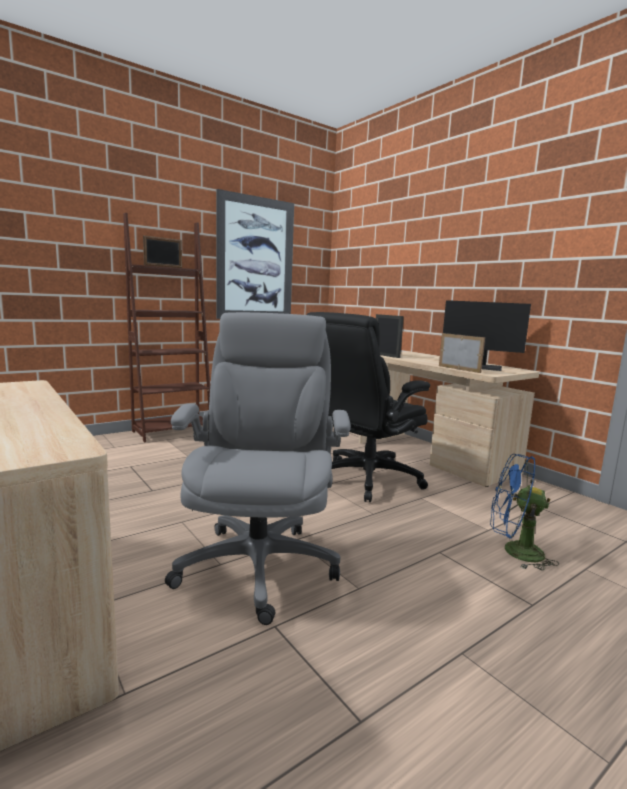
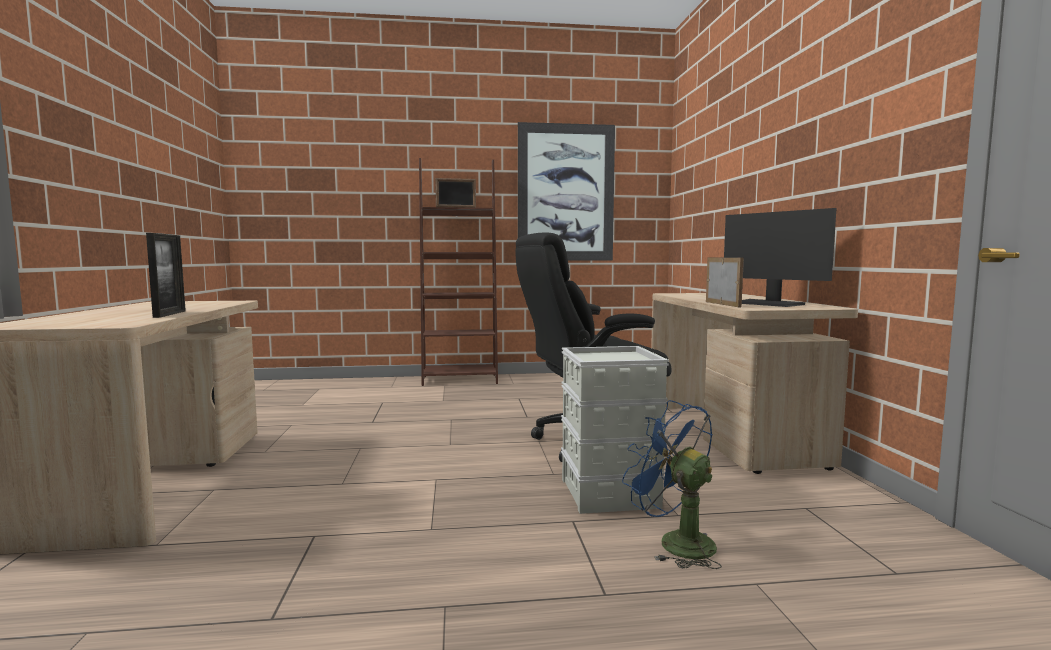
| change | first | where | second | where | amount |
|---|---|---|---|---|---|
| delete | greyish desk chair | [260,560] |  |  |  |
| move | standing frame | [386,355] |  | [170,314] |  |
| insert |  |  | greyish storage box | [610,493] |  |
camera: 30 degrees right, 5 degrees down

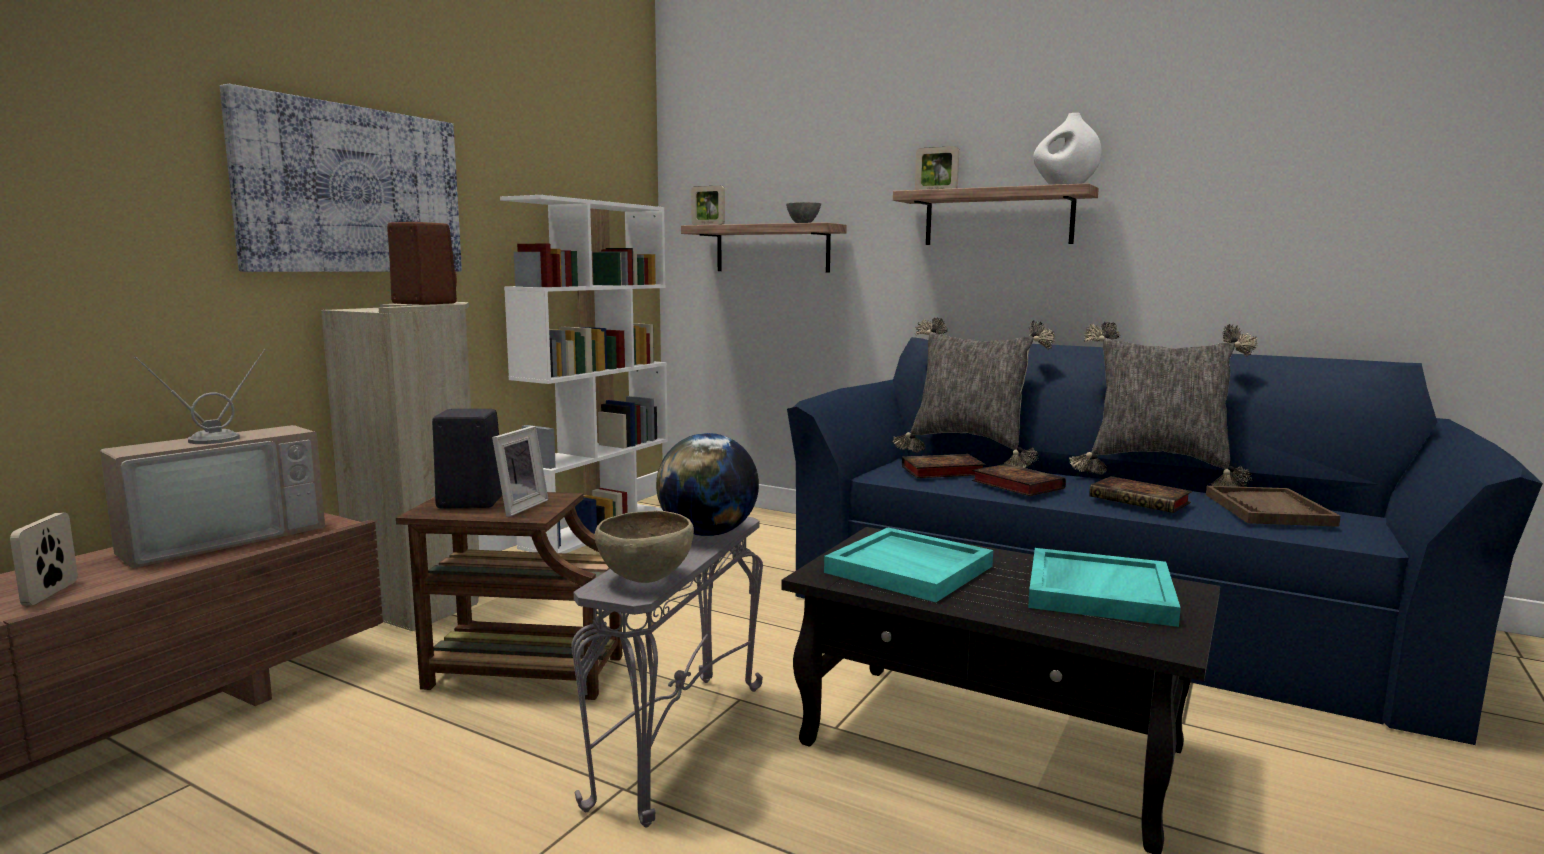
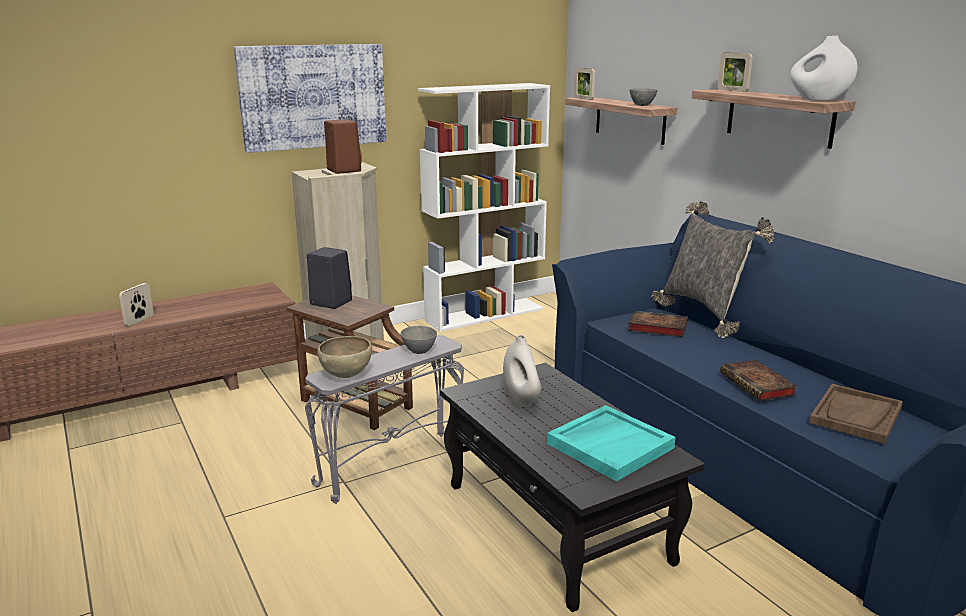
| change | first | where | second | where | amount |
|---|---|---|---|---|---|
| delete | cushion | [1156,480] |  |  |  |
| delete | television | [222,537] |  |  |  |
| delete | standing frame | [517,507] |  |  |  |
| replace | desk globe | [707,534] | greyish deep dish | [418,351] |  |
| delete | bound book | [1015,485] |  |  |  |
| replace | turquoise serving tray | [911,569] | white flower vase | [521,400] |  |
camera: 30 degrees right, 10 degrees up

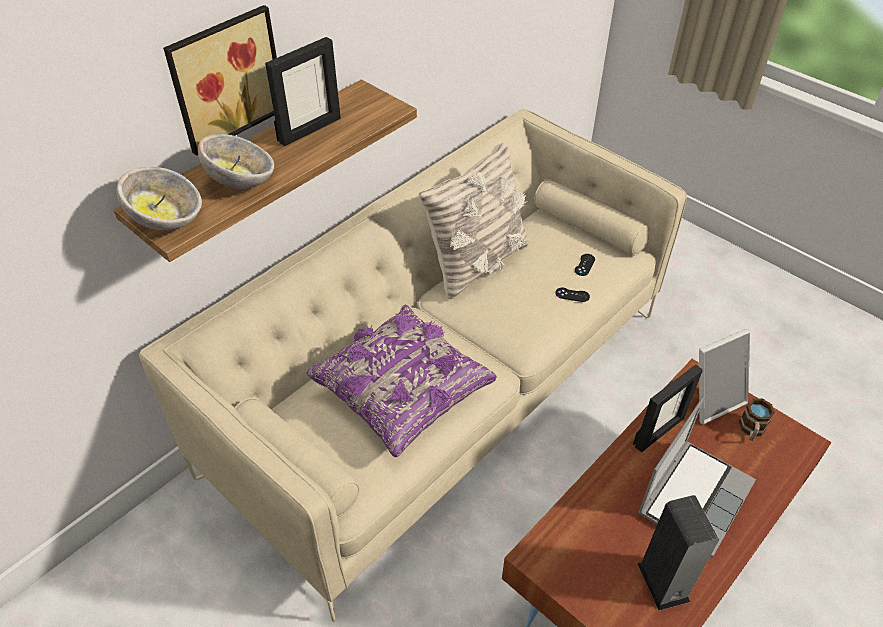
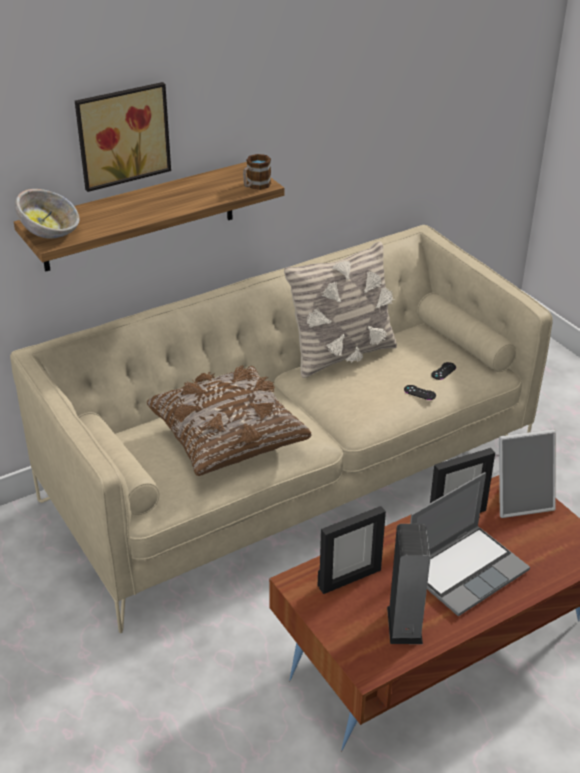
| change | first | where | second | where | amount |
|---|---|---|---|---|---|
| move | standing frame | [309,129] |  | [349,578] |  |
| delete | deep dish | [241,181] |  |  |  |
| recolor | purple cushion | [402,393] | brown-coloured cushion | [228,439] |  |
| move | tea mug | [751,430] |  | [255,186] |  |
camera: 15 degrees right, 10 degrees down

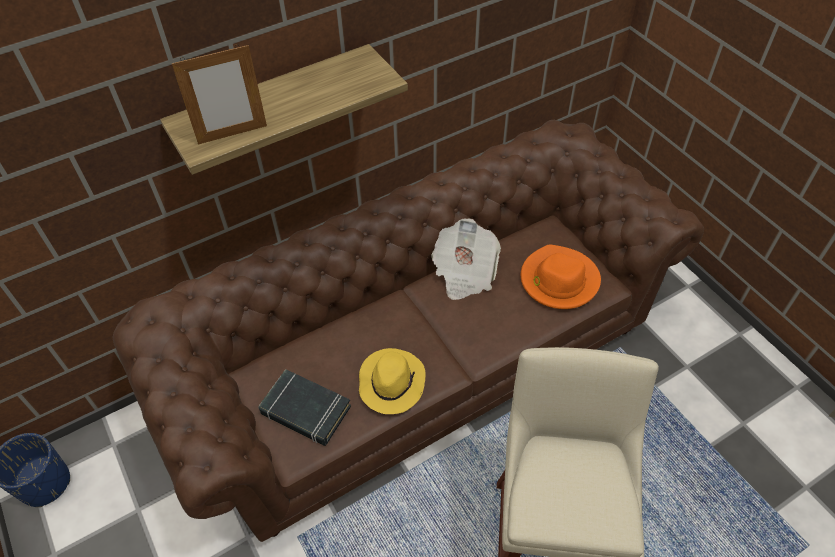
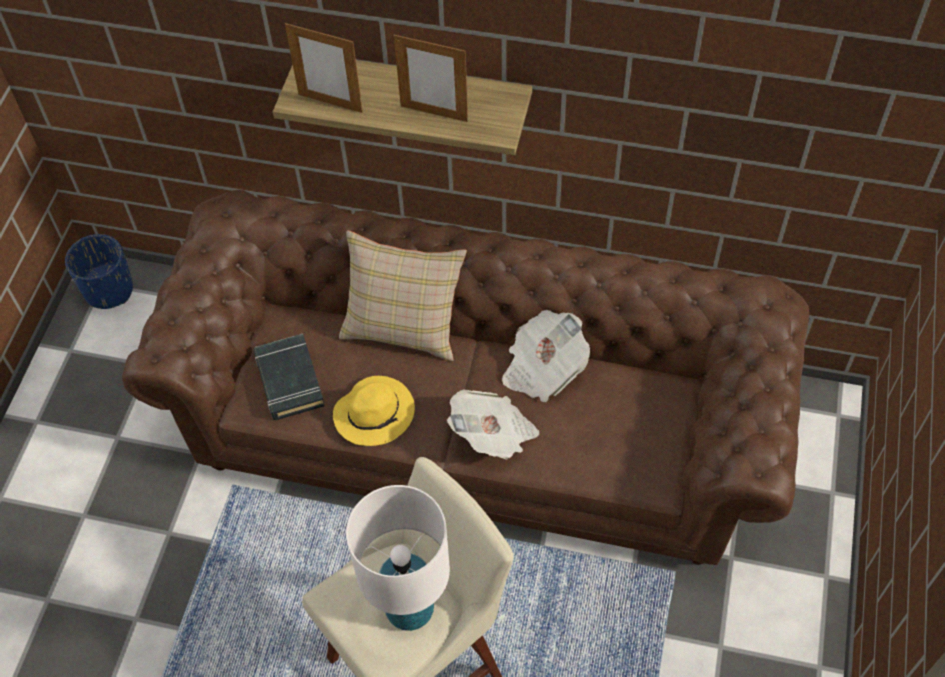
| change | first | where | second | where | amount |
|---|---|---|---|---|---|
| delete | orangey clothing hat | [558,280] |  |  |  |
| insert |  |  | standing frame | [434,113] |  |
| insert |  |  | beige cushion | [404,324] |  |
| insert |  |  | daily paper | [493,435] |  |
| insert |  |  | white tabletop lamp | [409,608] |  |
camera: 45 degrees right, 5 degrees up

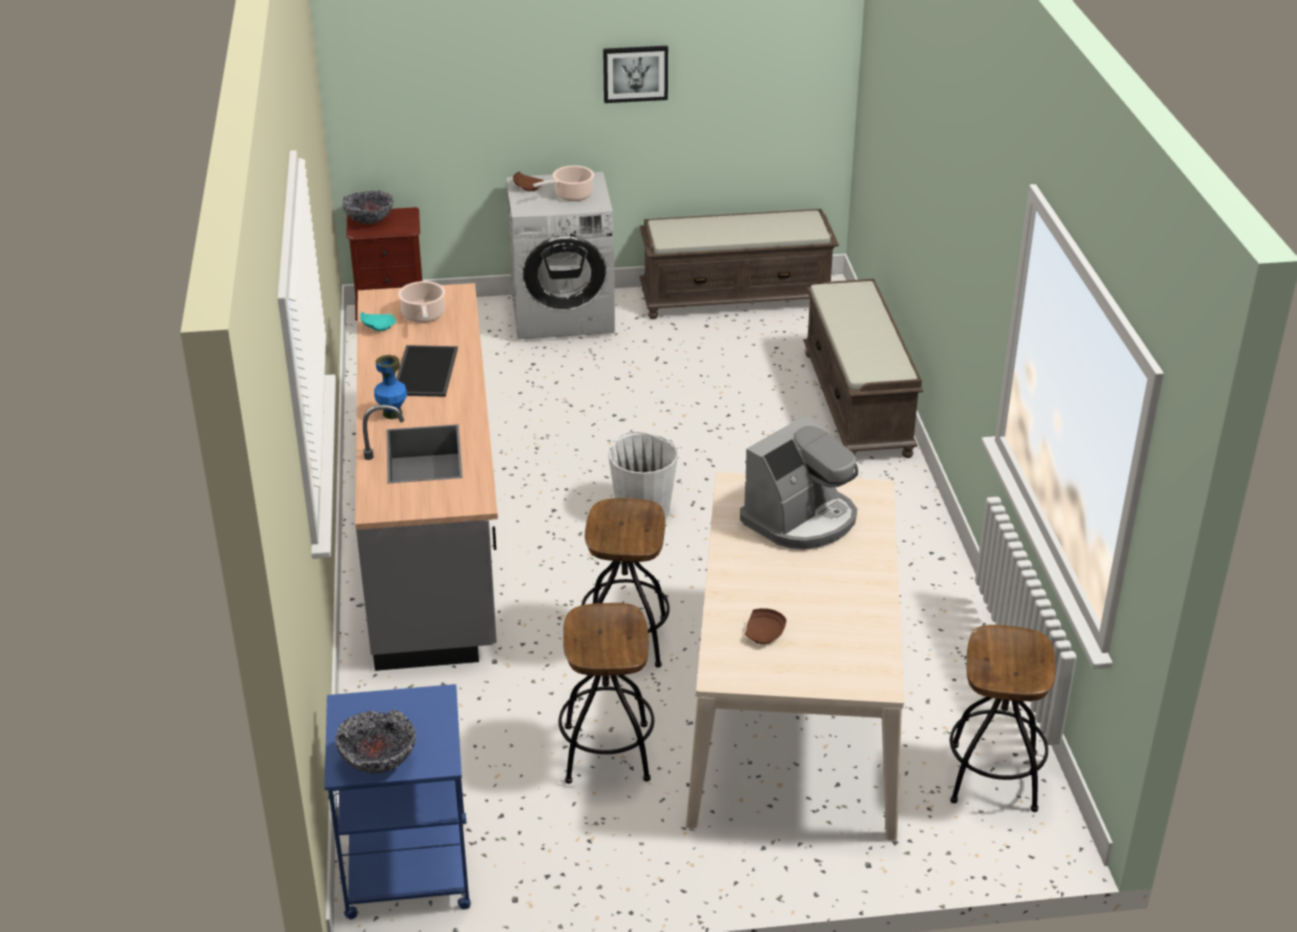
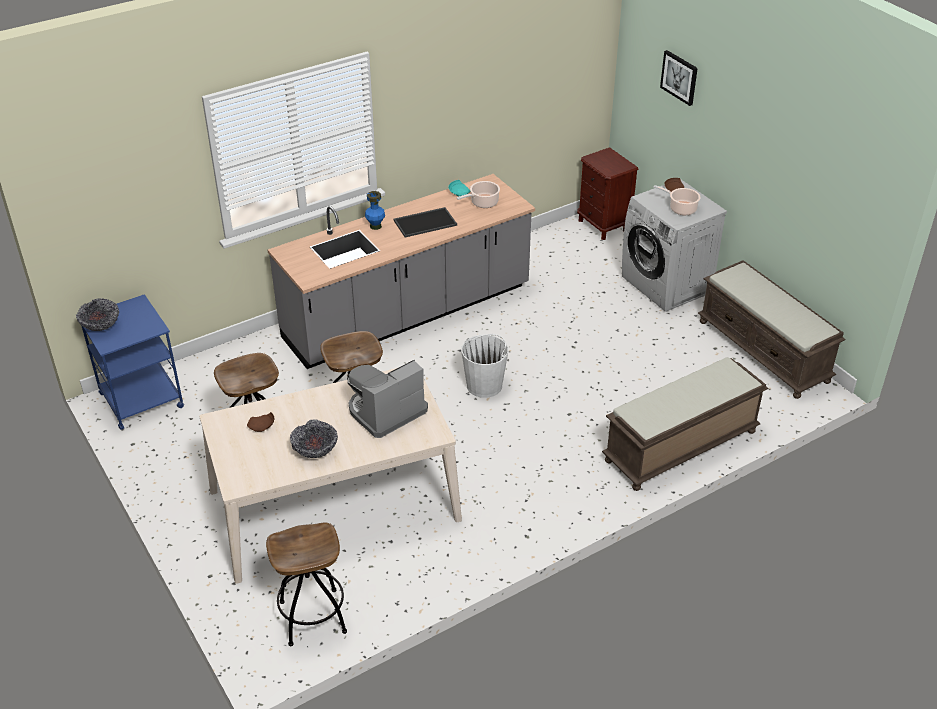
| change | first | where | second | where | amount |
|---|---|---|---|---|---|
| move | picture | [635,73] |  | [679,77] |  |
| move | deep dish | [369,220] |  | [315,450] |  |
| rotate | coffee machine | [801,519] |  | [385,411] | 120 degrees clockwise |
camera: 65 degrees right, 5 degrees up

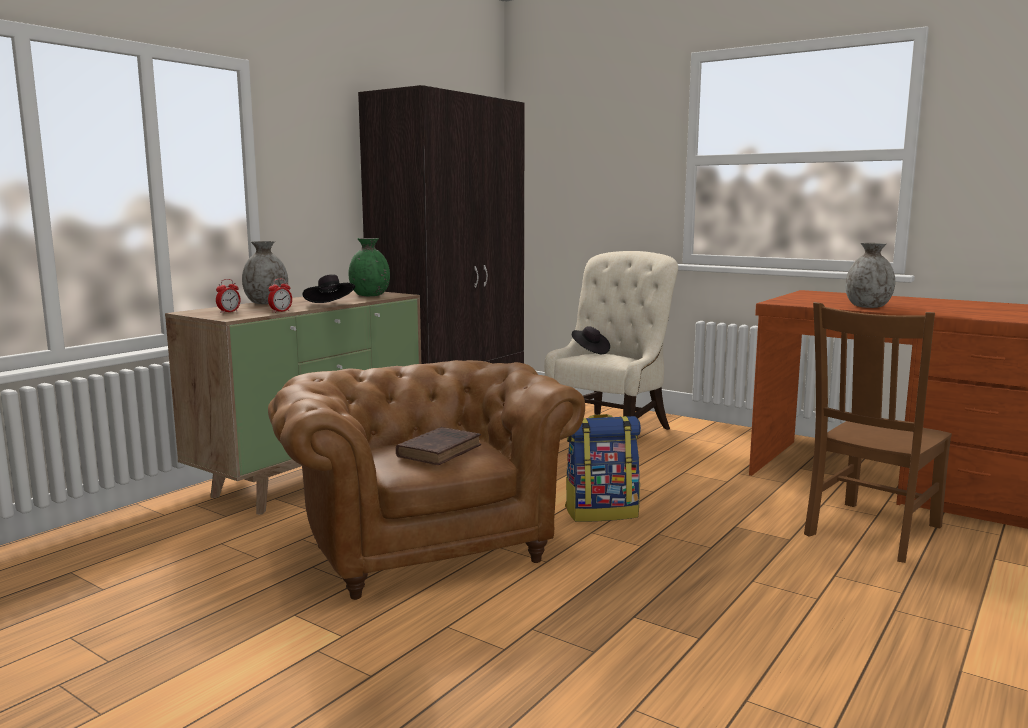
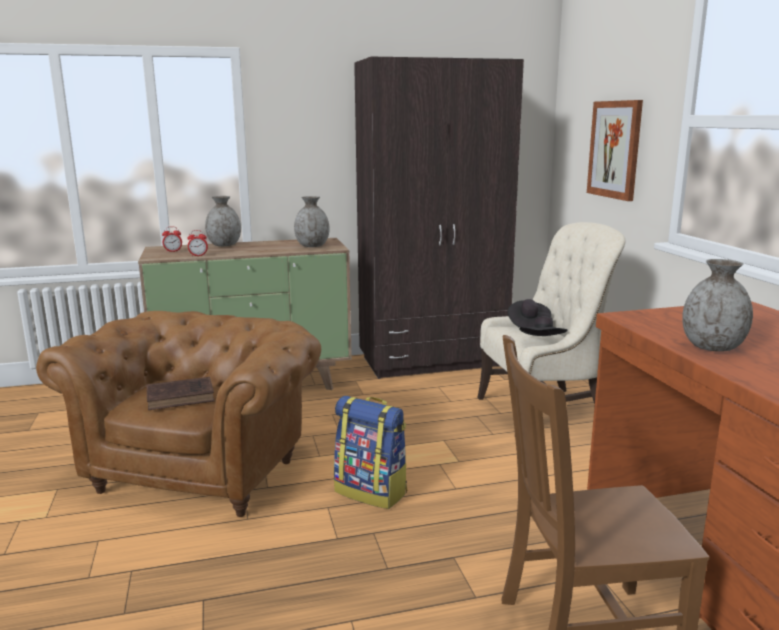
| change | first | where | second | where | amount |
|---|---|---|---|---|---|
| recolor | green flower vase | [370,295] | greyish flower vase | [312,246] |  |
| move | black-coloured clothing hat | [330,305] |  | [543,342] |  |
| insert |  |  | picture | [615,149] |  |
camera: 40 degrees right, 5 degrees up

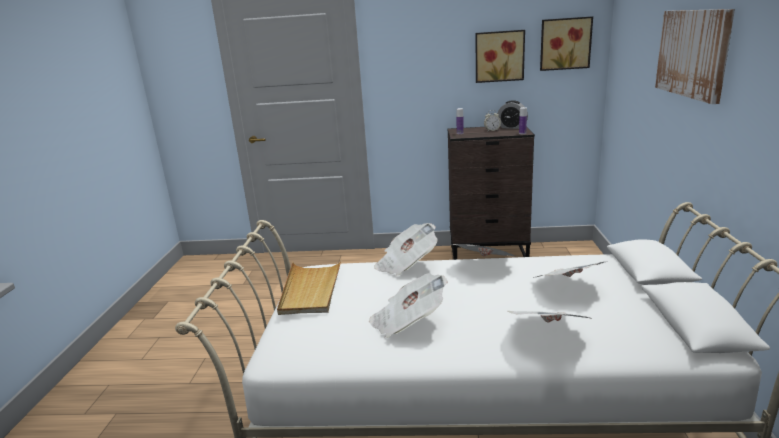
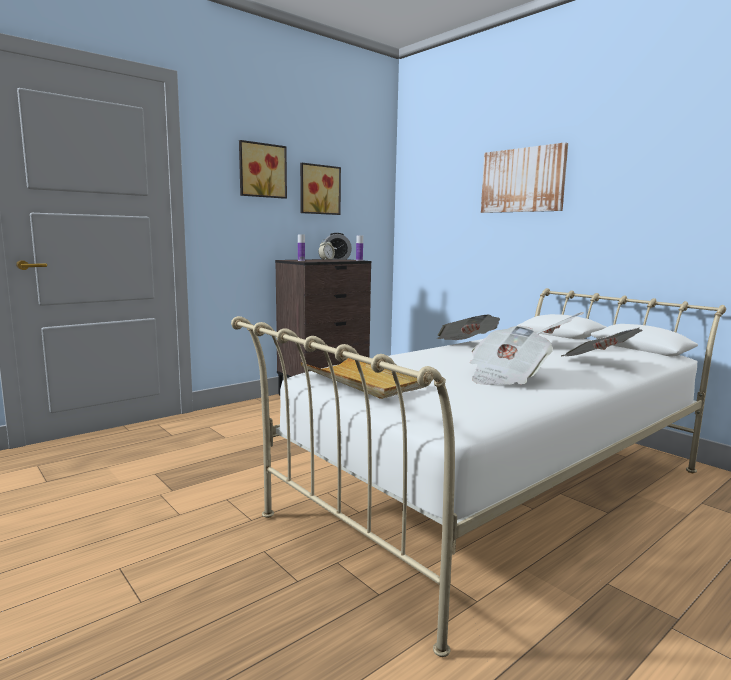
| change | first | where | second | where | amount |
|---|---|---|---|---|---|
| move | picture | [565,43] |  | [261,170] |  |
| delete | daily paper | [406,264] |  |  |  |
camera: 45 degrees left, 10 degrees down

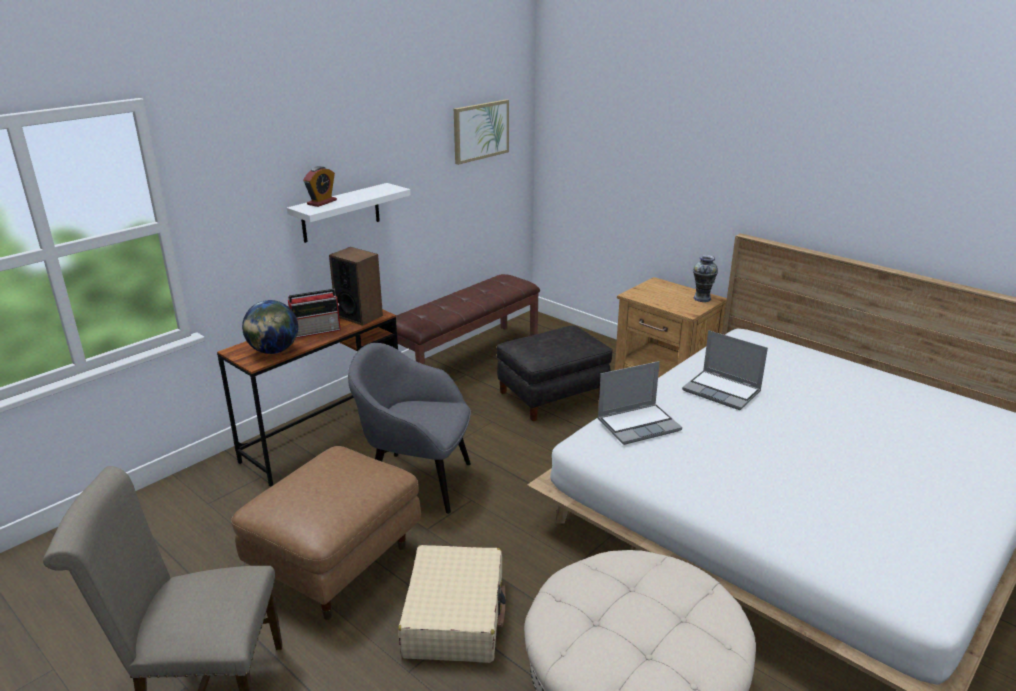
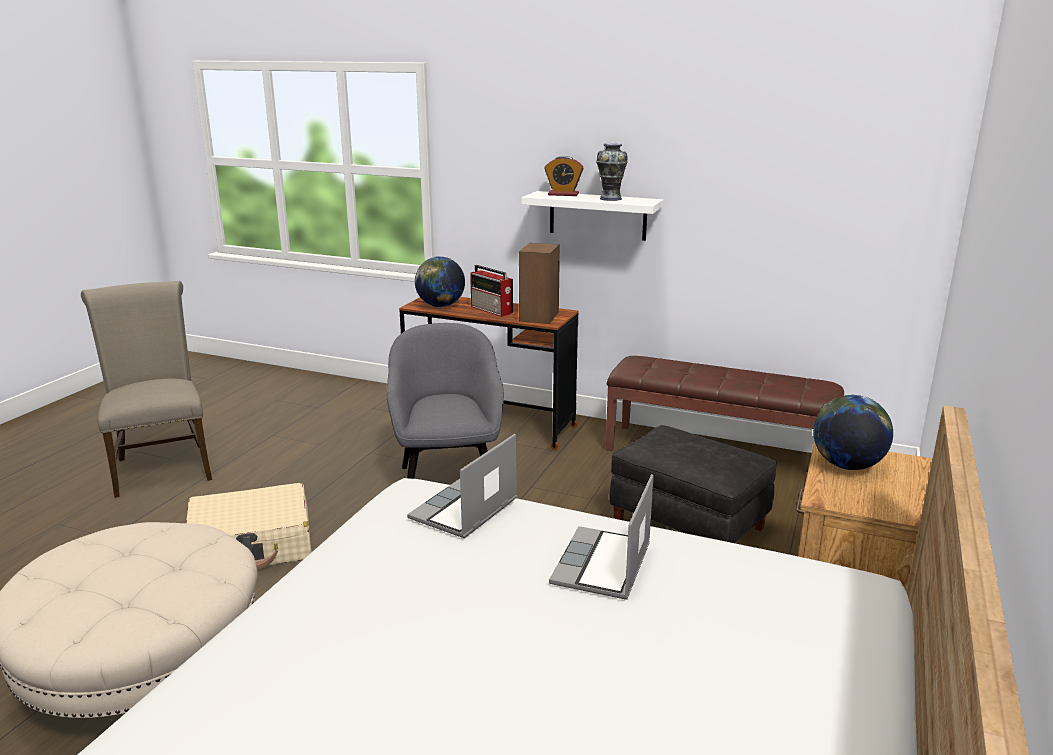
| change | first | where | second | where | amount |
|---|---|---|---|---|---|
| delete | picture | [480,131] |  |  |  |
| move | flower vase | [702,298] |  | [610,199] |  |
| rotate | notebook computer | [639,424] |  | [464,511] | 75 degrees clockwise |
| delete | brown-coloured ottoman | [337,564] |  |  |  |
| insert |  |  | desk globe | [847,466] |  |
camera: 70 degrees right, 5 degrees down

